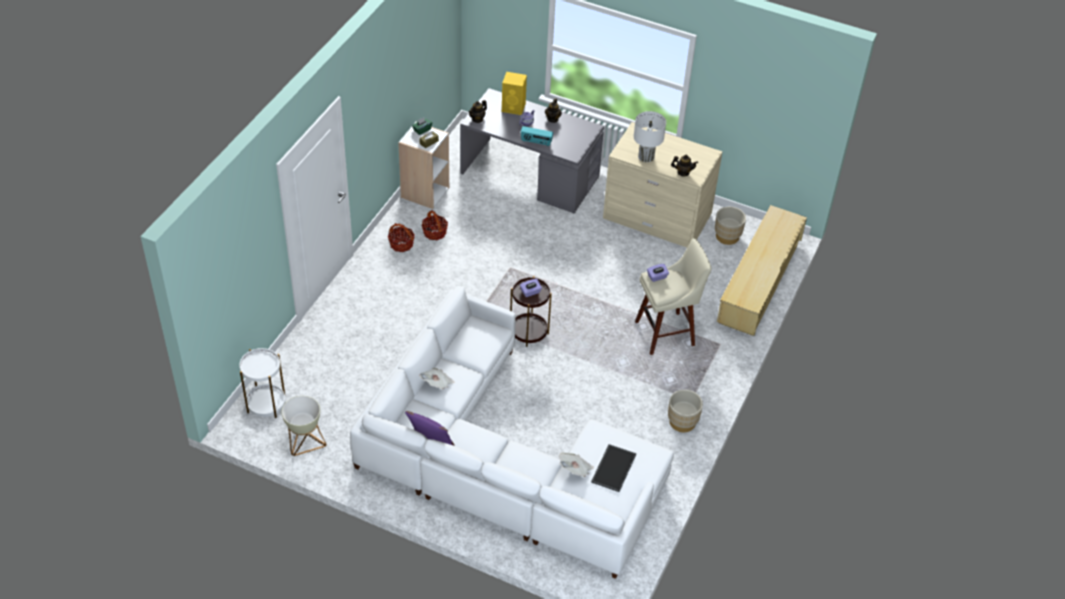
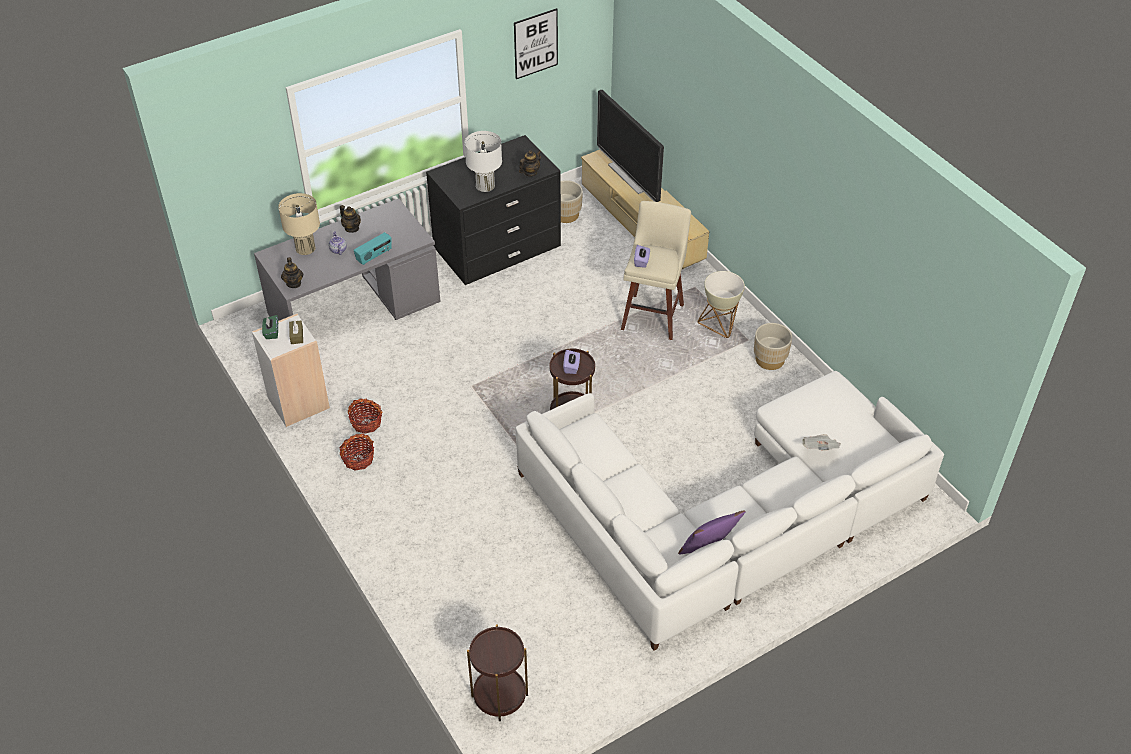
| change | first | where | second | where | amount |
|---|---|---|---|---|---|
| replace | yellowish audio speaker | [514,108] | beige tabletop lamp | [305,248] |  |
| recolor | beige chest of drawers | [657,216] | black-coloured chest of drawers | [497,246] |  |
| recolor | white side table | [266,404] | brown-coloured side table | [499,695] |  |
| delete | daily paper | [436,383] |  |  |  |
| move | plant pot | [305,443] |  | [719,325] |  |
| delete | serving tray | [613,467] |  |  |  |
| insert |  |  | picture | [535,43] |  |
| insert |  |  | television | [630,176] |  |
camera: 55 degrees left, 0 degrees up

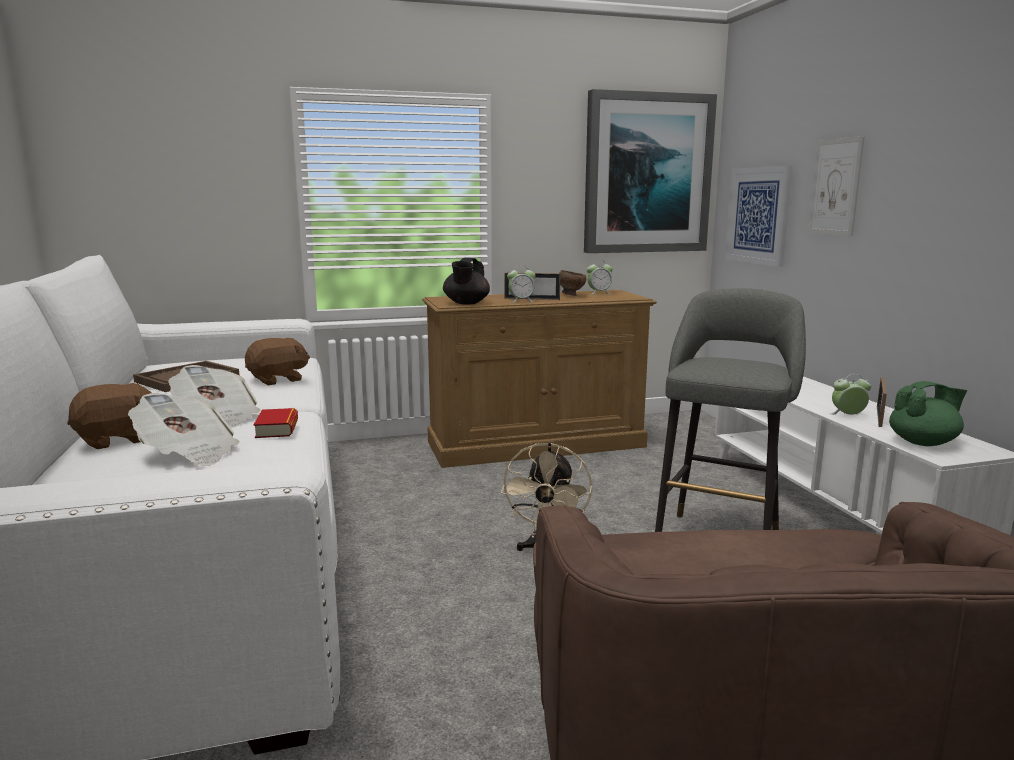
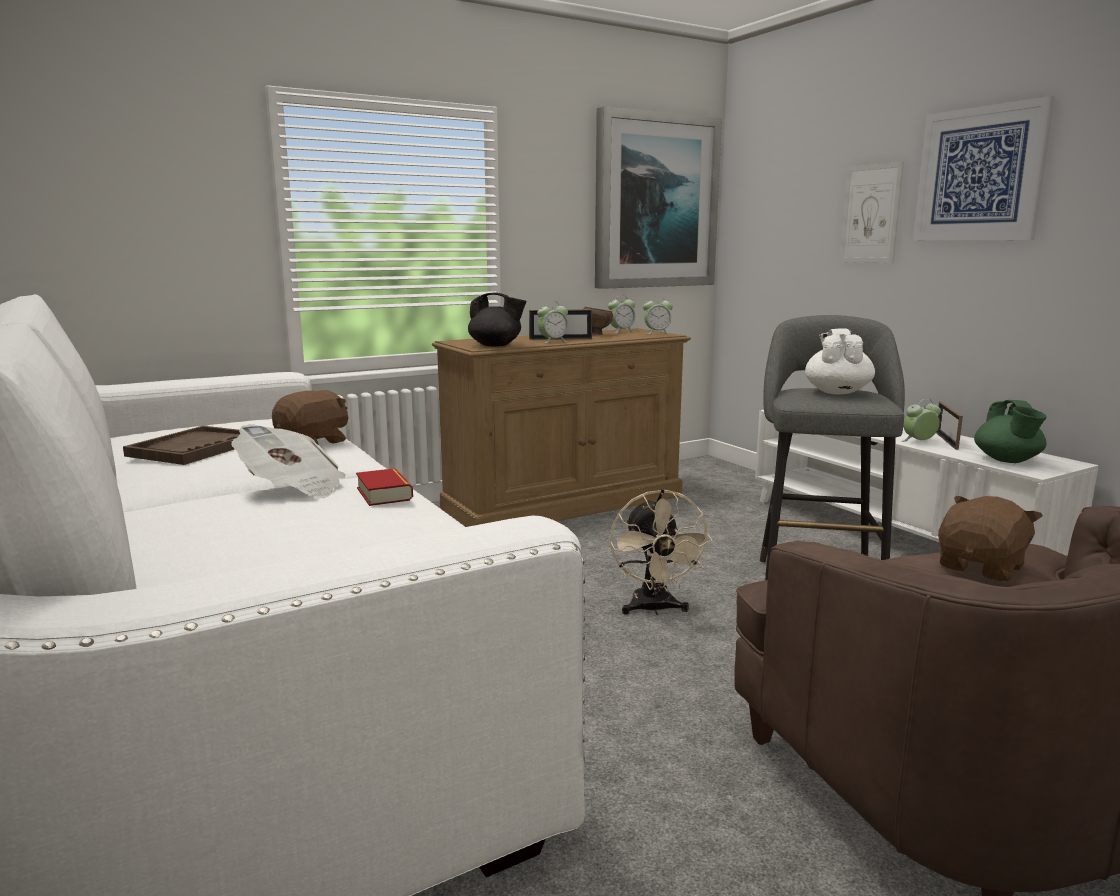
| change | first | where | second | where | amount |
|---|---|---|---|---|---|
| move | picture | [758,215] |  | [979,174] |  |
| rotate | black-coloured teapot | [466,303] |  | [496,345] | 75 degrees counterclockwise |
| rotate | green teapot | [923,443] |  | [1007,460] | 120 degrees clockwise |
| move | brown-coloured cuddly toy | [118,439] |  | [982,567] |  |
| delete | daily paper | [188,453] |  |  |  |
| insert |  |  | table clock | [657,333] |  |
| insert |  |  | white teapot | [837,392] |  |
camera: 15 degrees left, 0 degrees up

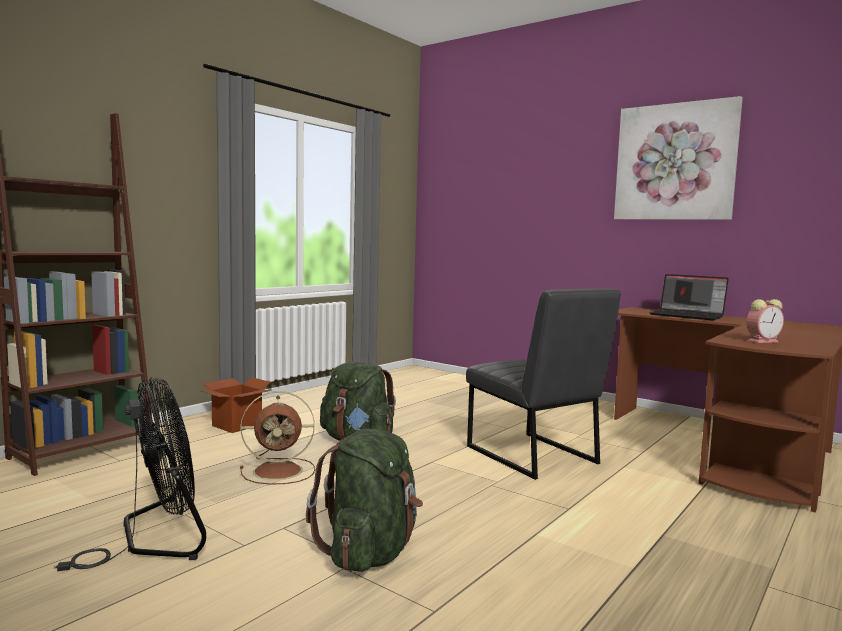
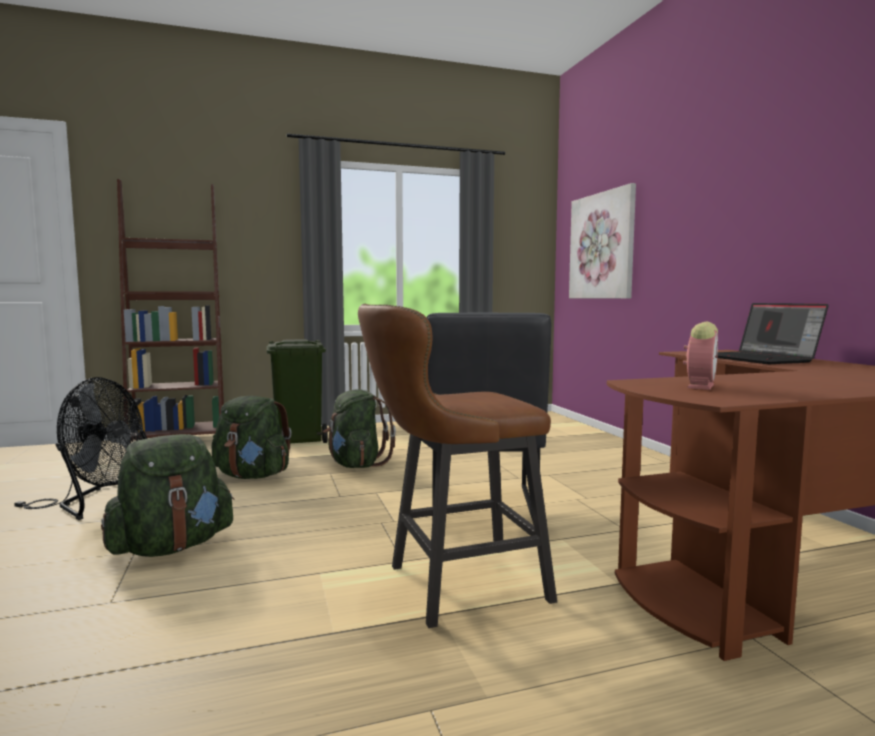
| change | first | where | second | where | amount |
|---|---|---|---|---|---|
| move | picture | [675,162] |  | [601,246] |  |
| rotate | table clock | [763,341] |  | [700,386] | 75 degrees counterclockwise |
| replace | packing box | [237,425] | green trash can | [299,439] |  |
| replace | brown-coloured cooling fan | [280,471] | green backpack | [253,476] |  |
| insert |  |  | brown-coloured stool seat | [449,586] |  |
camera: 35 degrees right, 0 degrees up

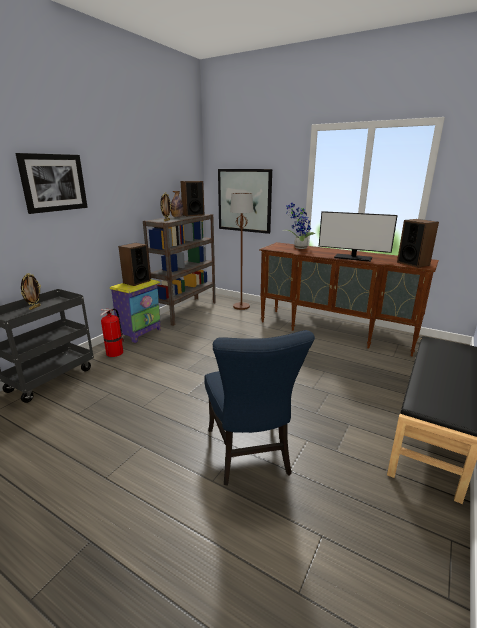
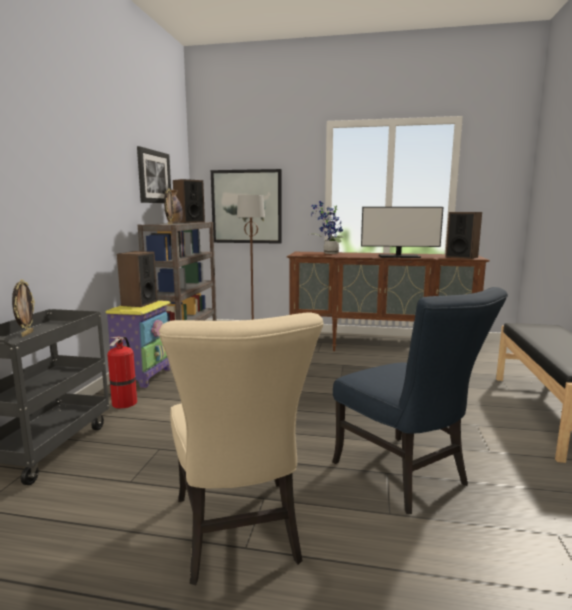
| change | first | where | second | where | amount |
|---|---|---|---|---|---|
| move | picture | [53,183] |  | [154,177] |  |
| insert |  |  | beige upright chair | [239,534] |  |
camera: 20 degrees left, 10 degrees down

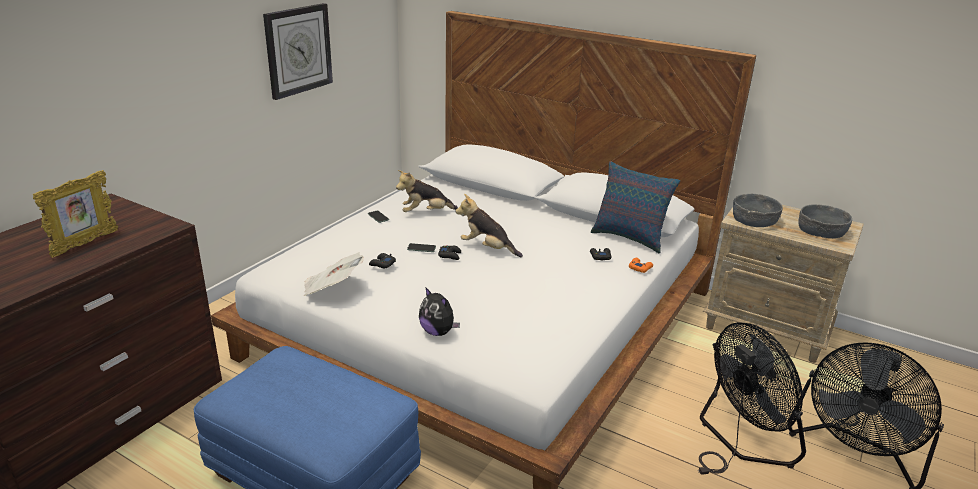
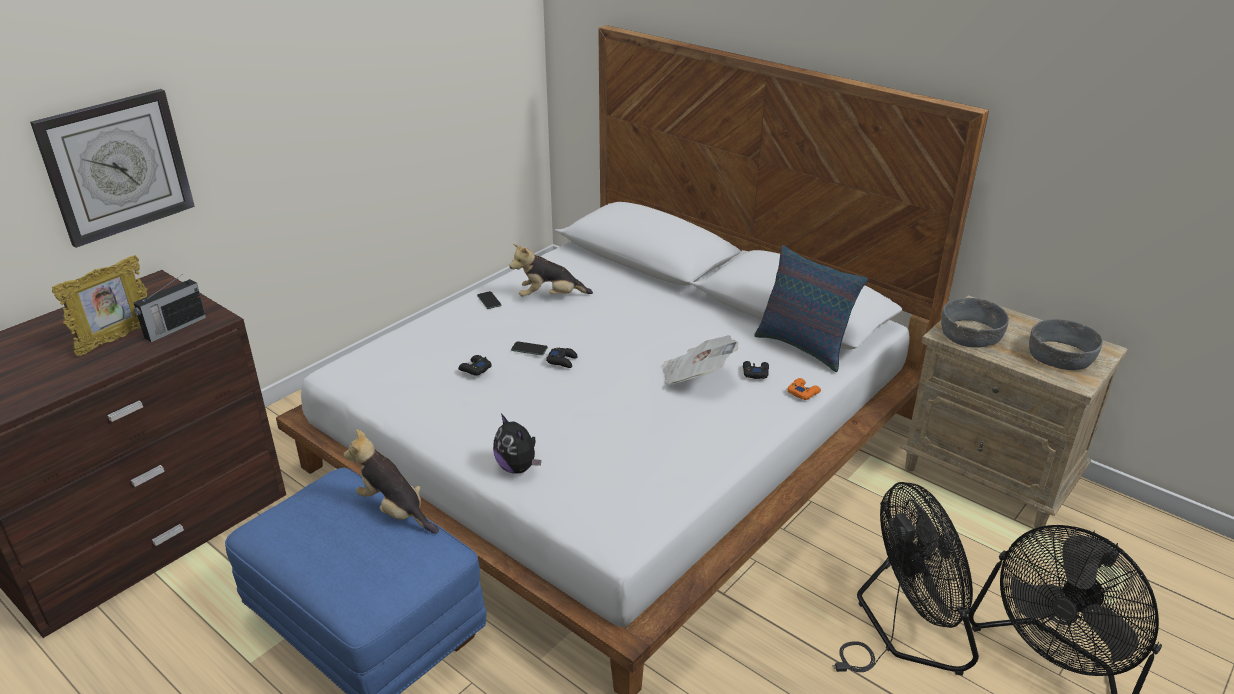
| change | first | where | second | where | amount |
|---|---|---|---|---|---|
| move | clock on the wall | [298,50] |  | [116,166] |  |
| move | cuddly toy | [487,248] |  | [395,510] |  |
| move | daily paper | [332,288] |  | [696,376] |  |
| insert |  |  | radio | [174,328] |  |
camera: 10 degrees right, 5 degrees up

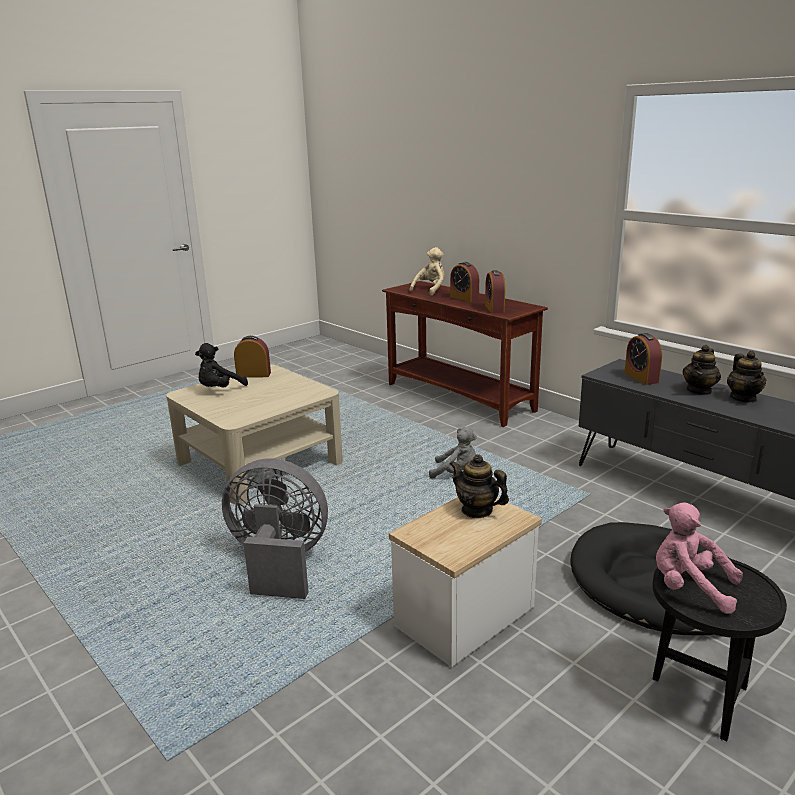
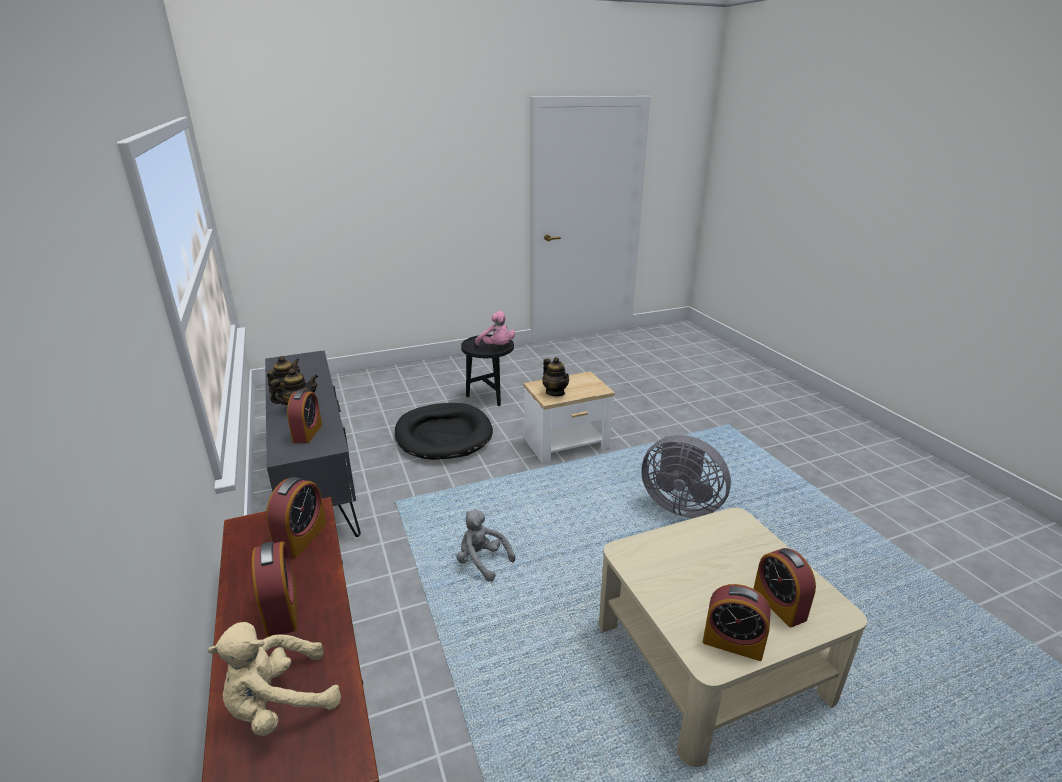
| change | first | where | second | where | amount |
|---|---|---|---|---|---|
| replace | black-coloured cuddly toy | [220,390] | table clock | [779,604] |  |
camera: 160 degrees left, 5 degrees up

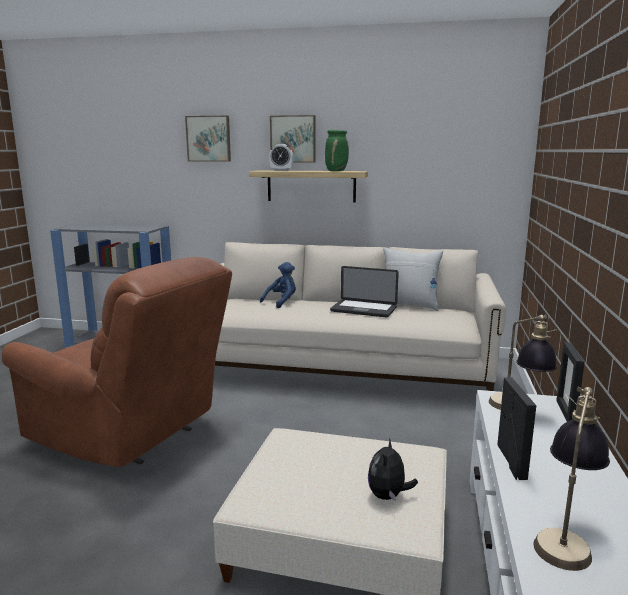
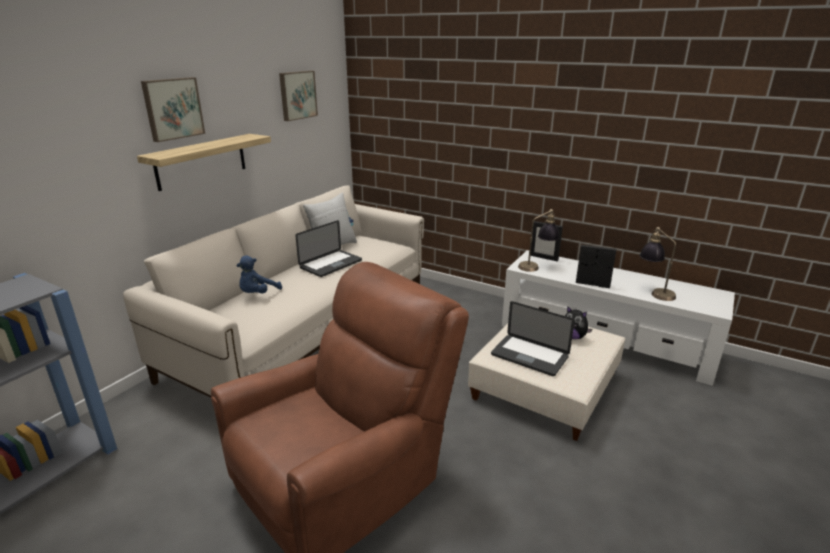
| change | first | where | second | where | amount |
|---|---|---|---|---|---|
| move | picture | [209,138] |  | [297,95] |  |
| delete | green flower vase | [336,171] |  |  |  |
| delete | table clock | [281,170] |  |  |  |
| rotate | blue-coloured cuddly toy | [281,302] |  | [258,294] | 120 degrees counterclockwise |
| insert |  |  | notebook computer | [529,356] |  |
camera: 70 degrees left, 10 degrees up

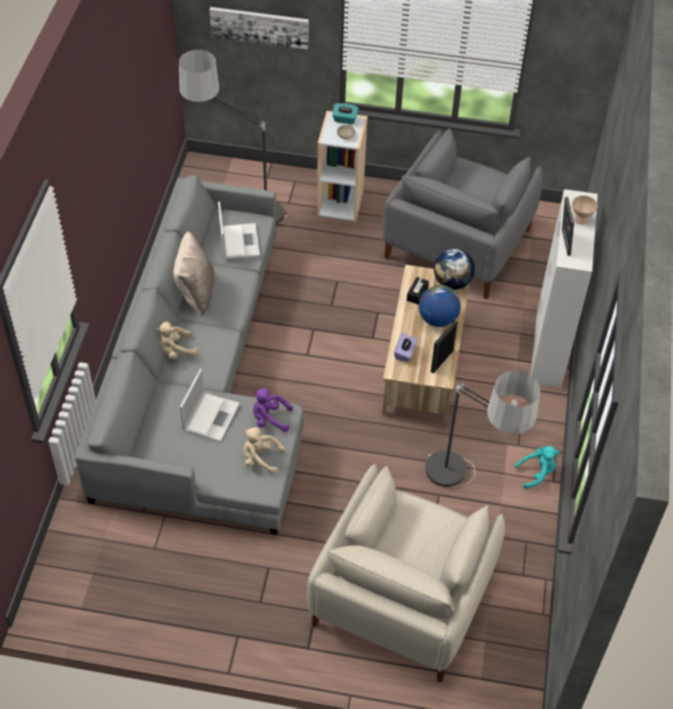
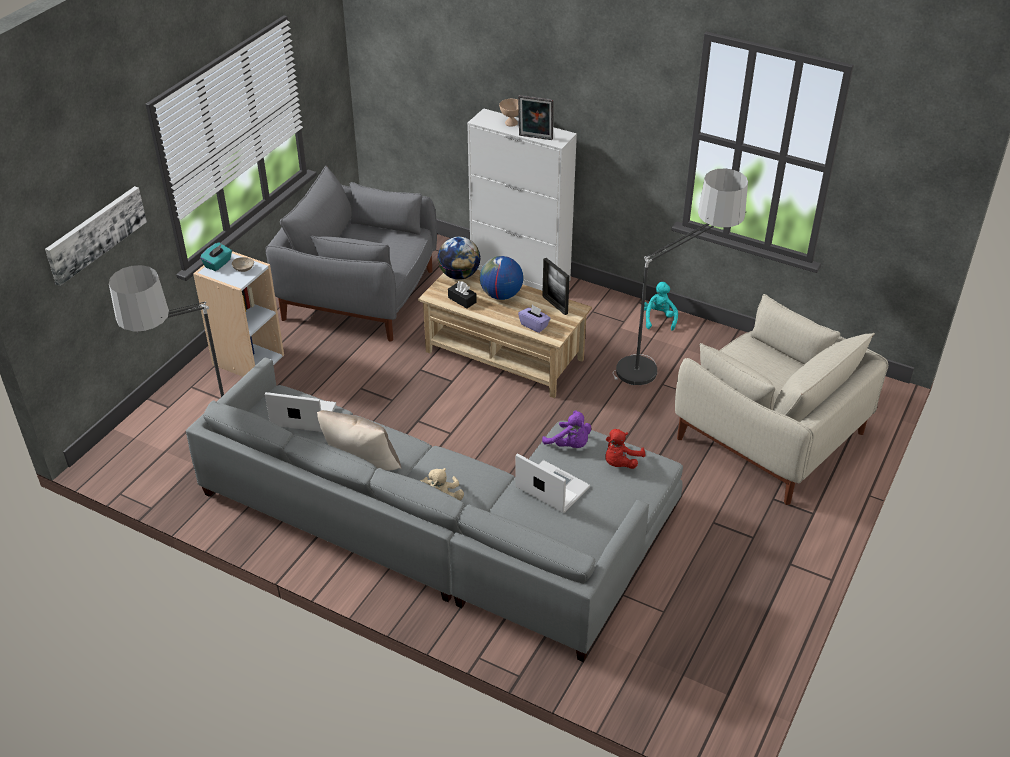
| change | first | where | second | where | amount |
|---|---|---|---|---|---|
| rotate | greyish easy chair | [457,242] |  | [359,294] | 150 degrees clockwise |
| rotate | purple cuddly toy | [270,419] |  | [570,445] | 75 degrees counterclockwise |
| recolor | beige cuddly toy | [260,459] | red cuddly toy | [620,462] |  |
camera: 70 degrees left, 10 degrees down

